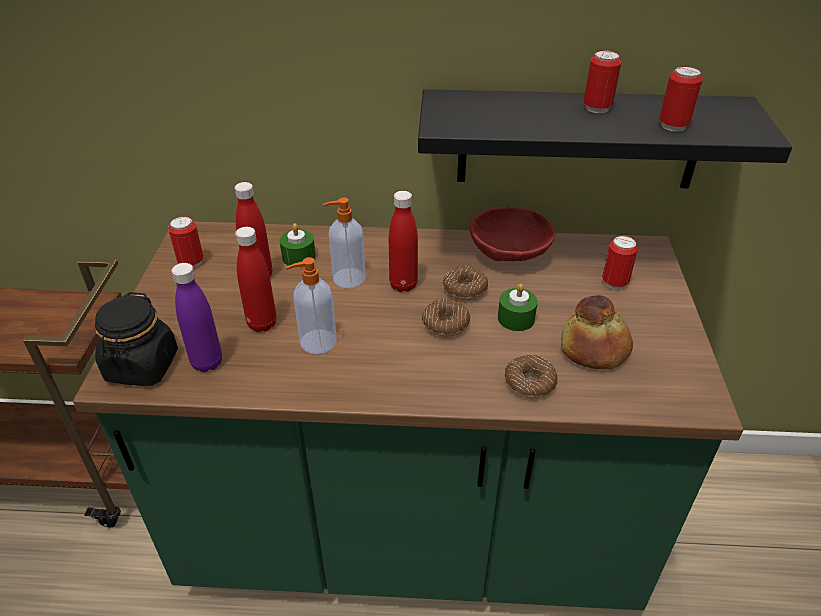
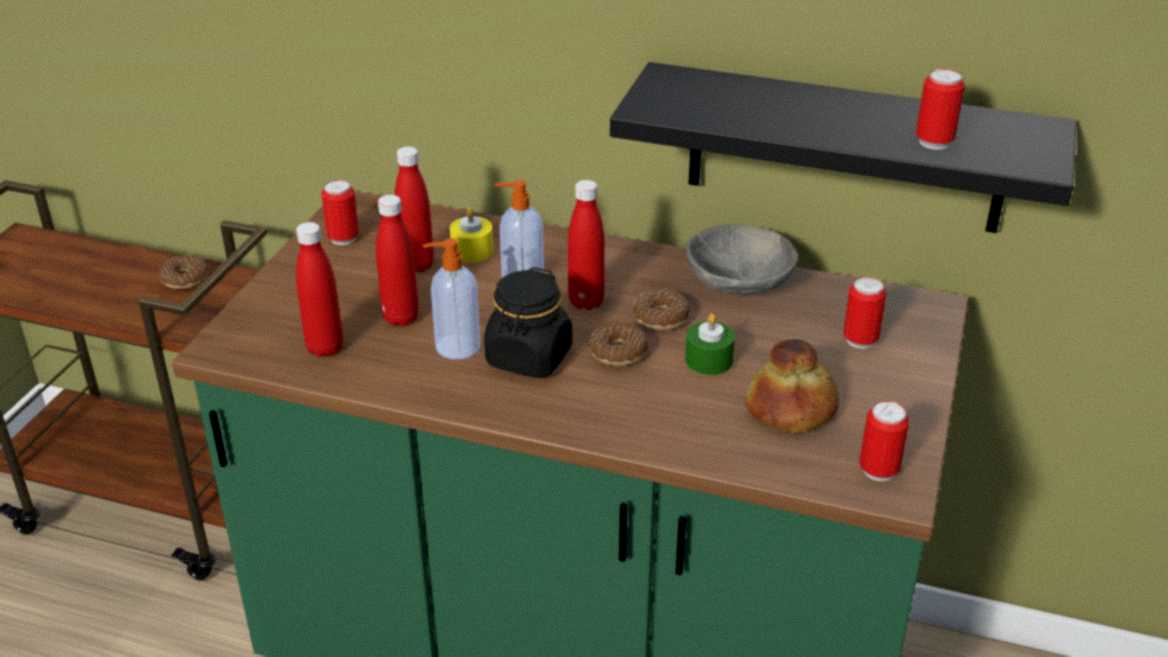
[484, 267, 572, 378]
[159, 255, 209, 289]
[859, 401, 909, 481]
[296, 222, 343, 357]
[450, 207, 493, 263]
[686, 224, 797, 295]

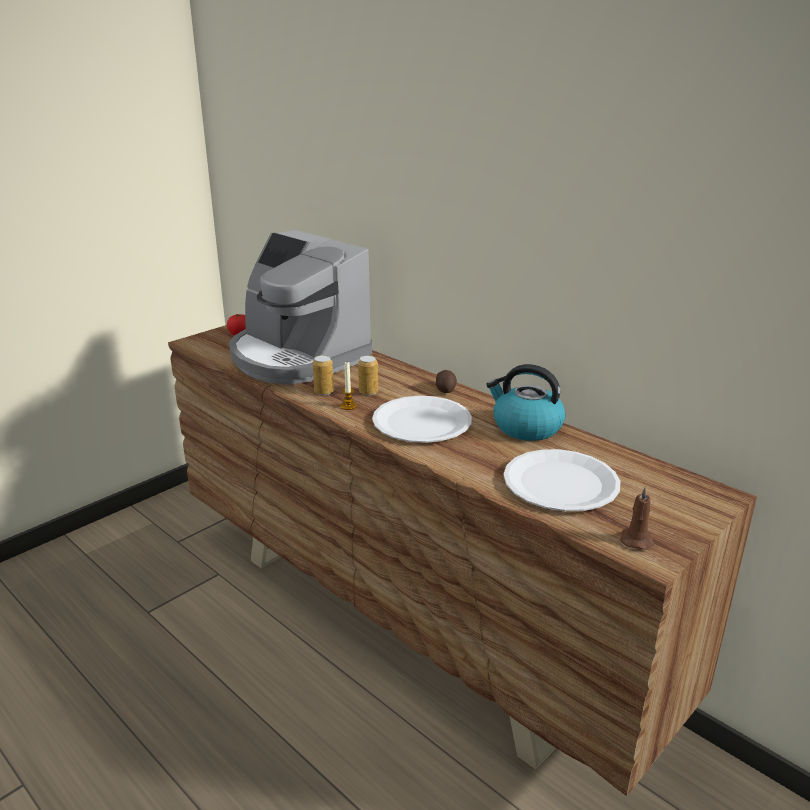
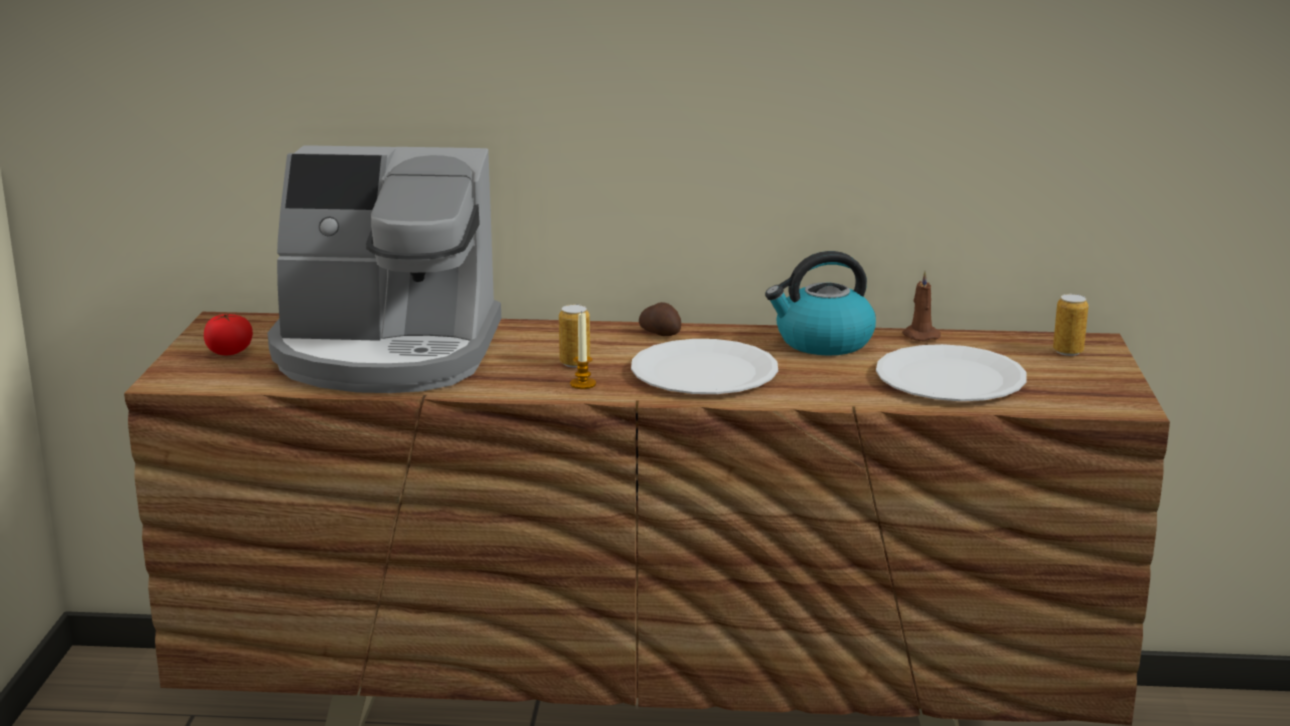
[1053, 294, 1088, 356]
[902, 271, 941, 341]

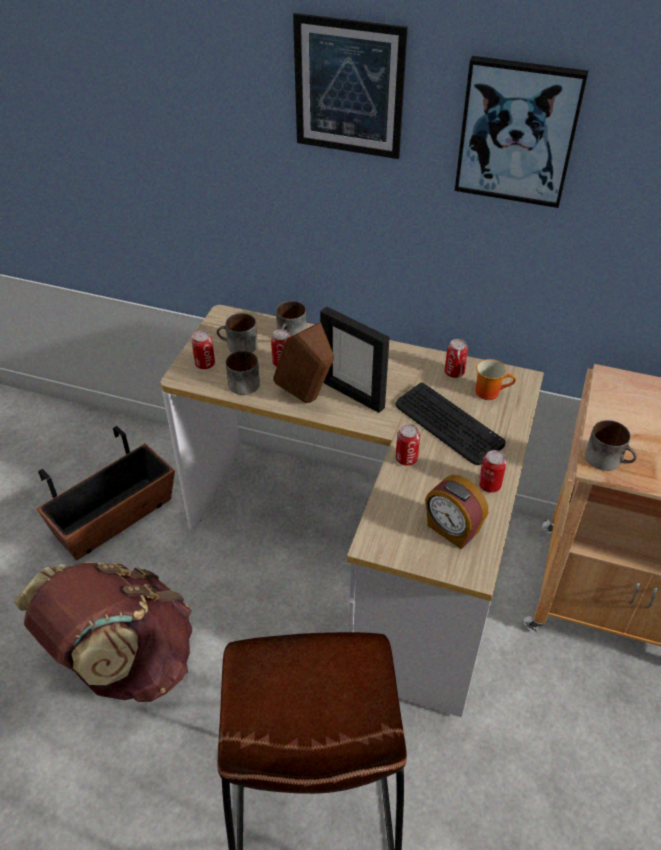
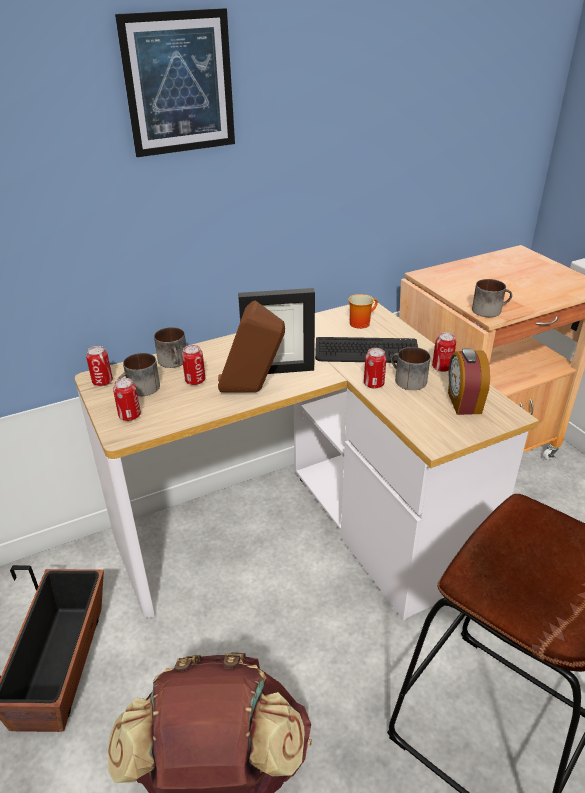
[455, 56, 589, 208] (first image)
[391, 347, 430, 390]
[86, 346, 113, 386]
[448, 348, 490, 415]

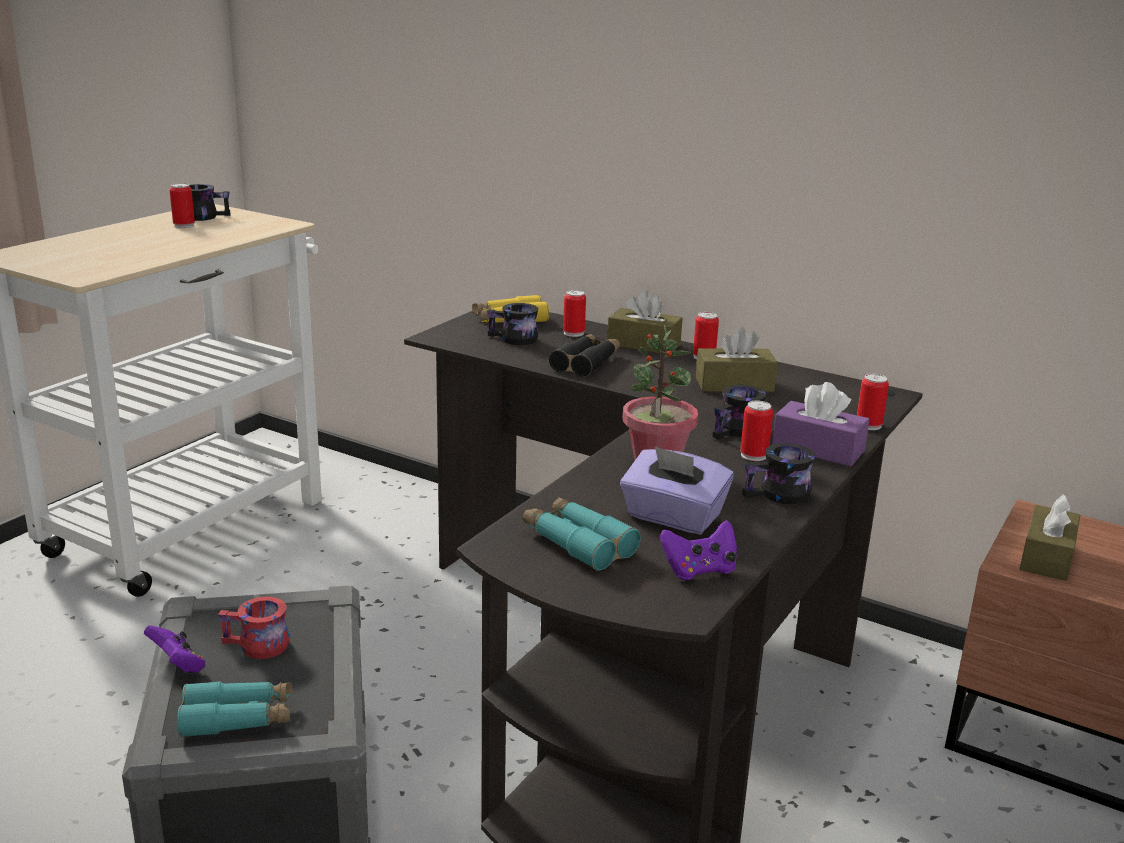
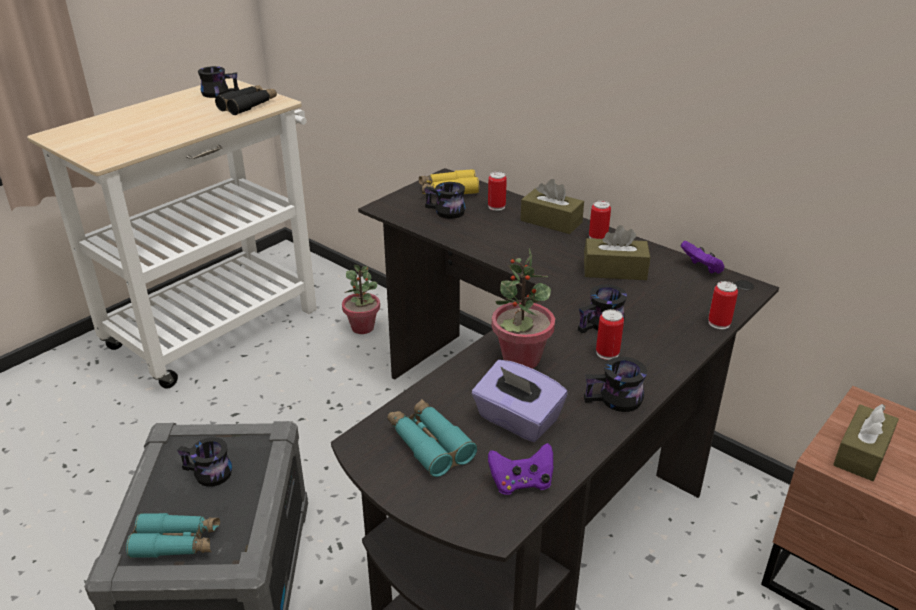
[170, 183, 195, 228] (first image)
[772, 382, 869, 466] (first image)
[342, 265, 380, 334]
[681, 241, 725, 274]
[215, 85, 277, 115]
[177, 437, 232, 487]

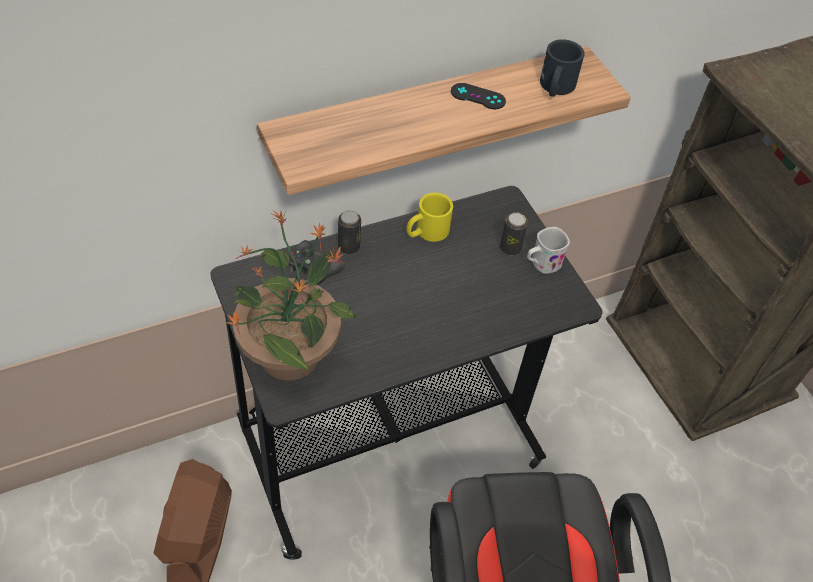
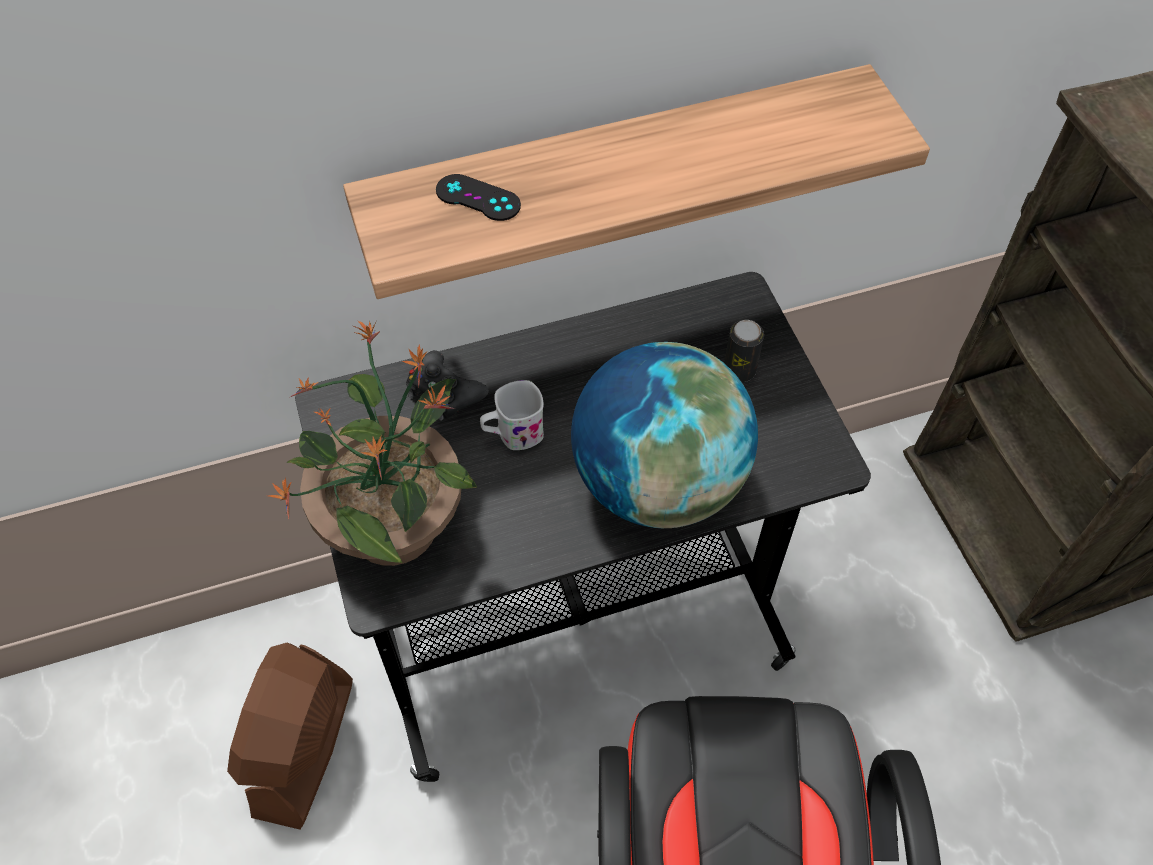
[338, 210, 361, 254] (first image)
[406, 193, 453, 242] (first image)
[540, 39, 584, 97] (first image)
[571, 342, 758, 528]
[436, 174, 521, 221]
[480, 380, 544, 450]

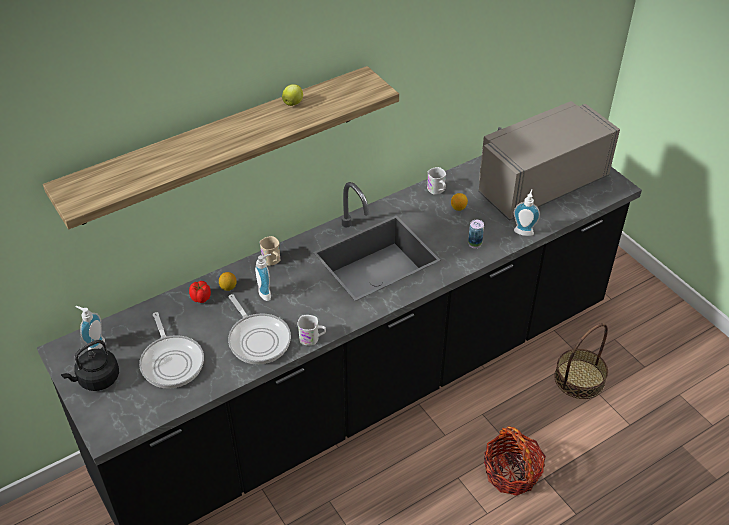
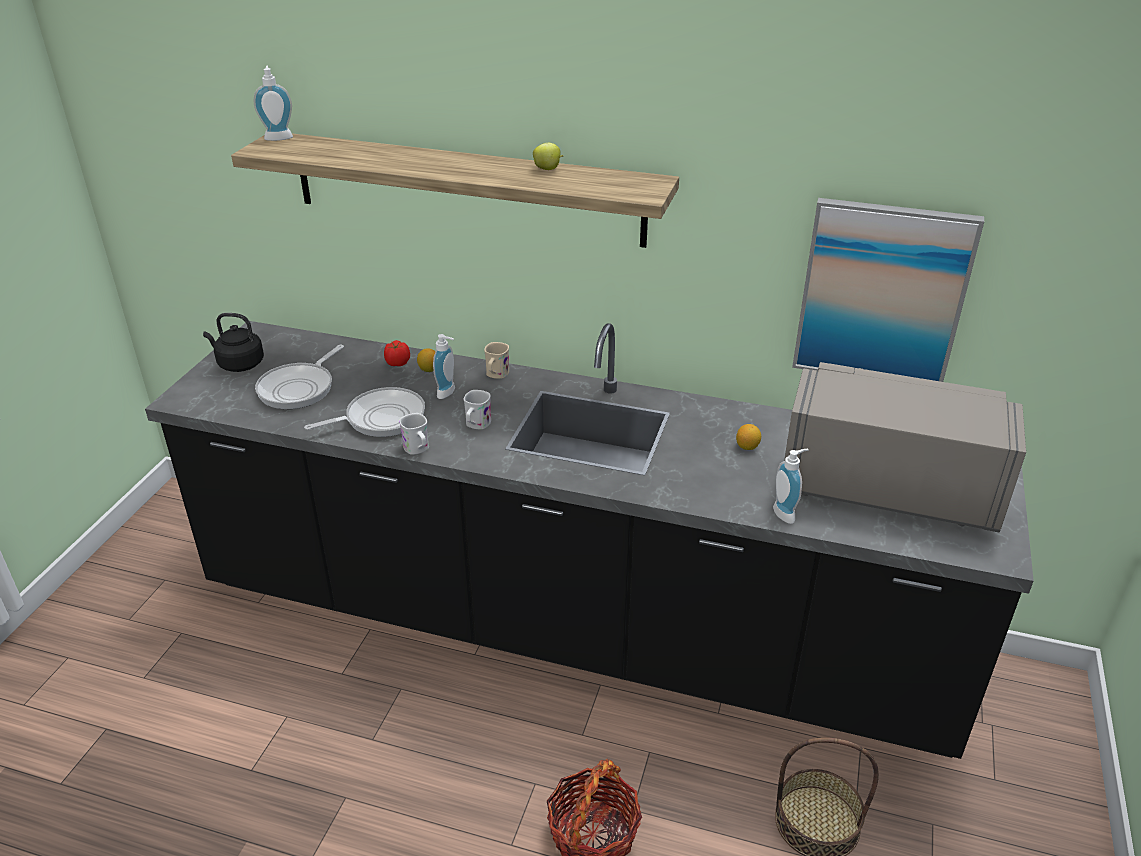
[468, 220, 484, 248] (first image)
[792, 198, 984, 382]
[254, 65, 293, 141]
[464, 390, 491, 429]
[304, 387, 425, 437]

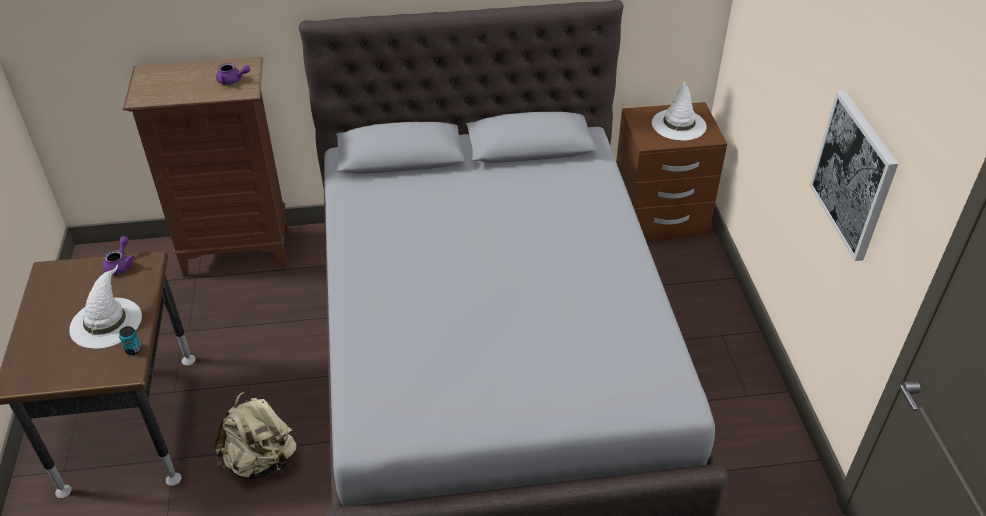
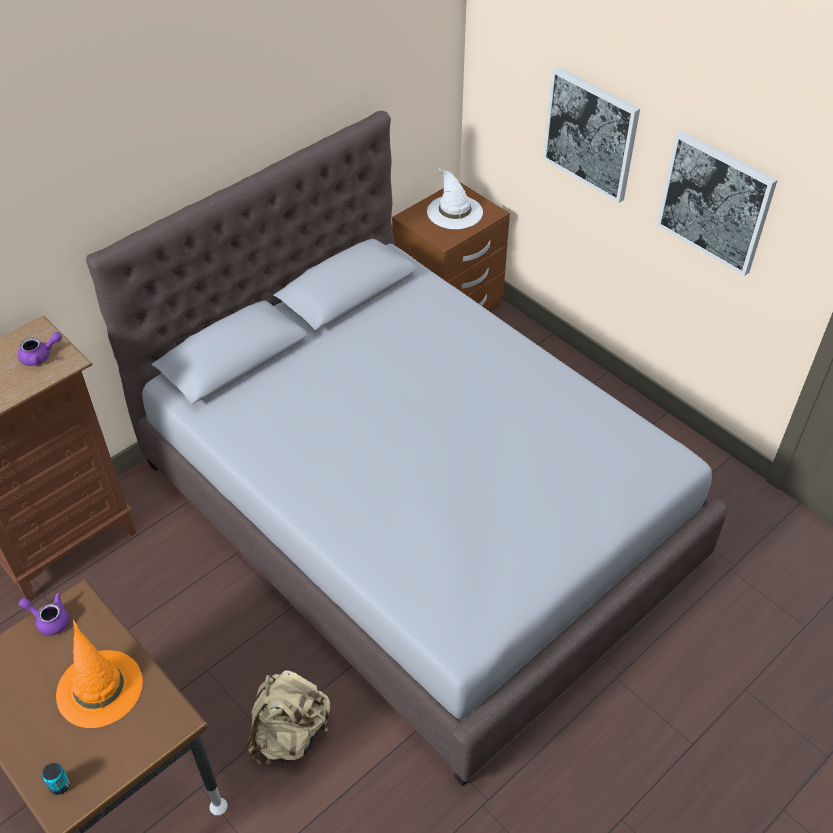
[543, 66, 640, 203]
[42, 763, 70, 795]
[56, 620, 143, 728]
[19, 593, 70, 636]

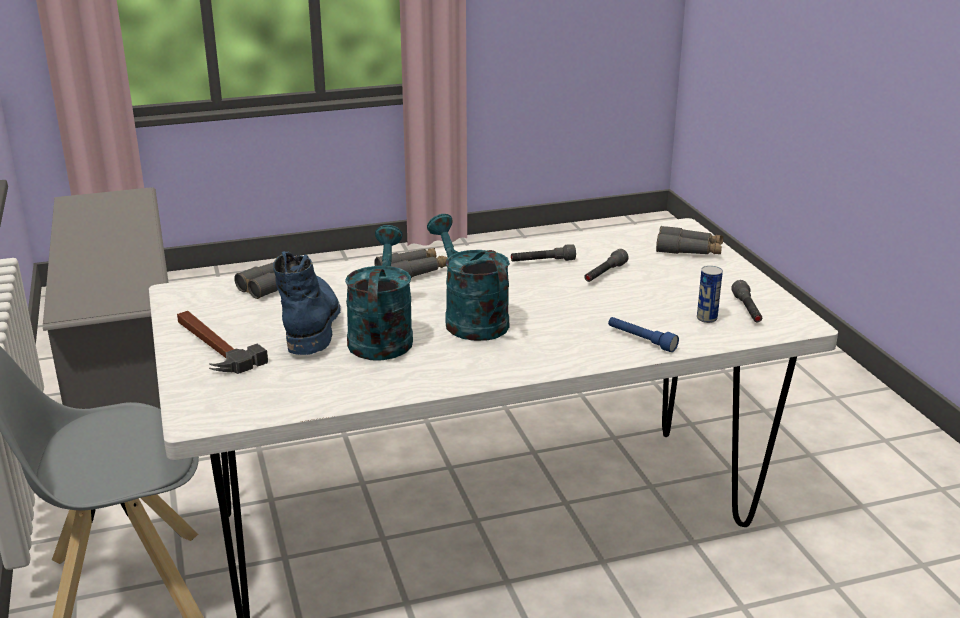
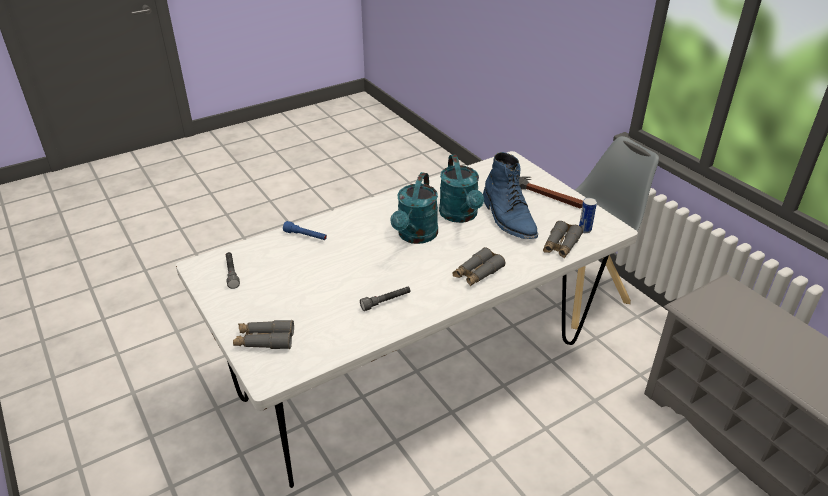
[585, 249, 629, 282] (first image)
[579, 198, 597, 233]
[390, 172, 438, 244]

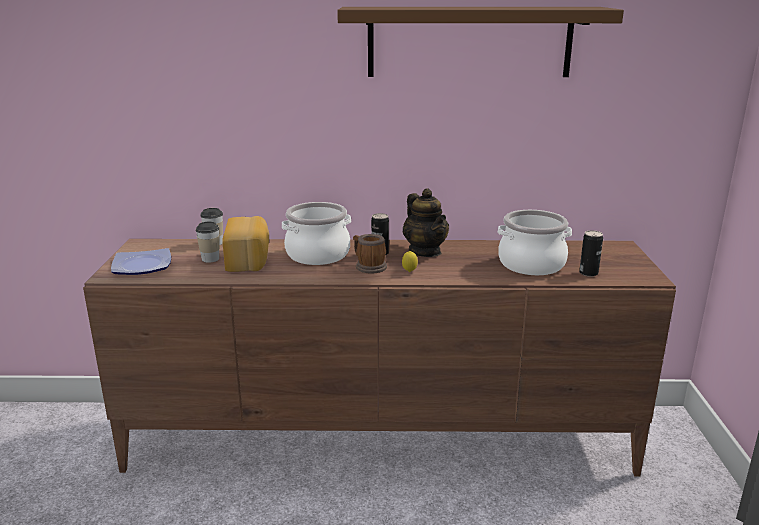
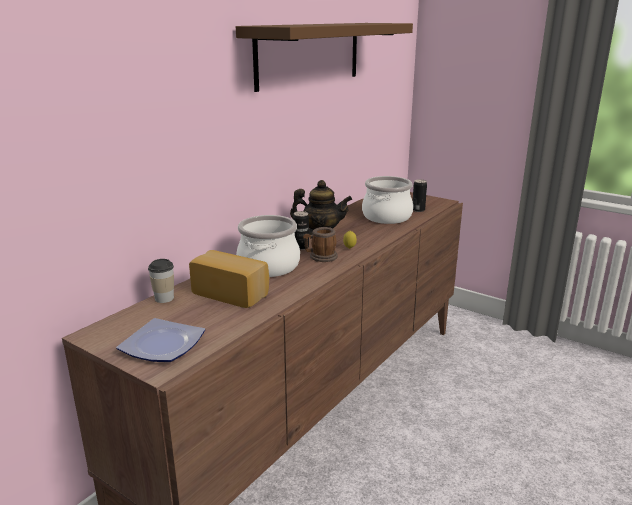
[195, 222, 219, 263] (first image)

